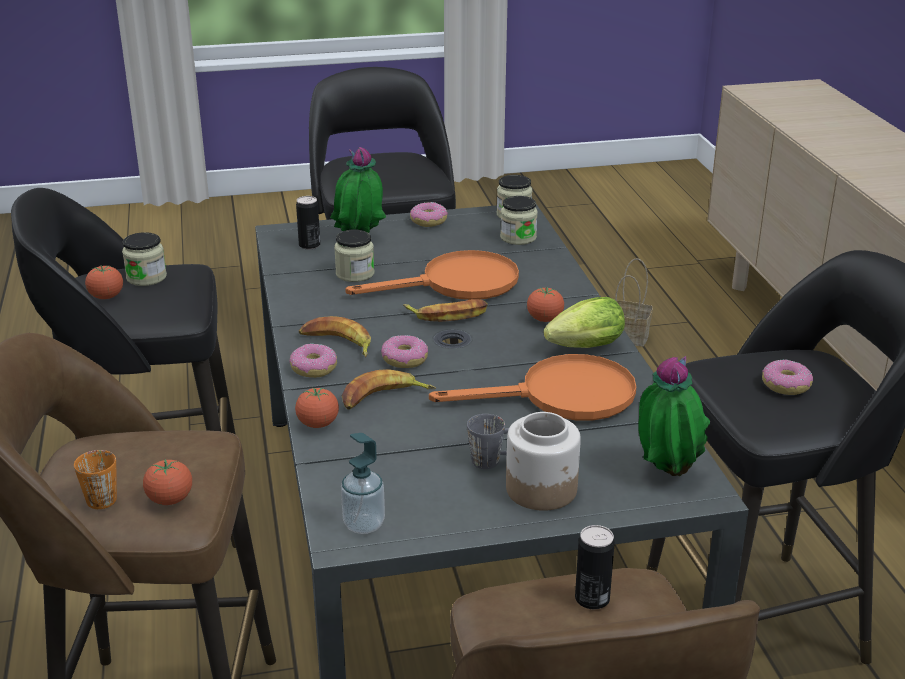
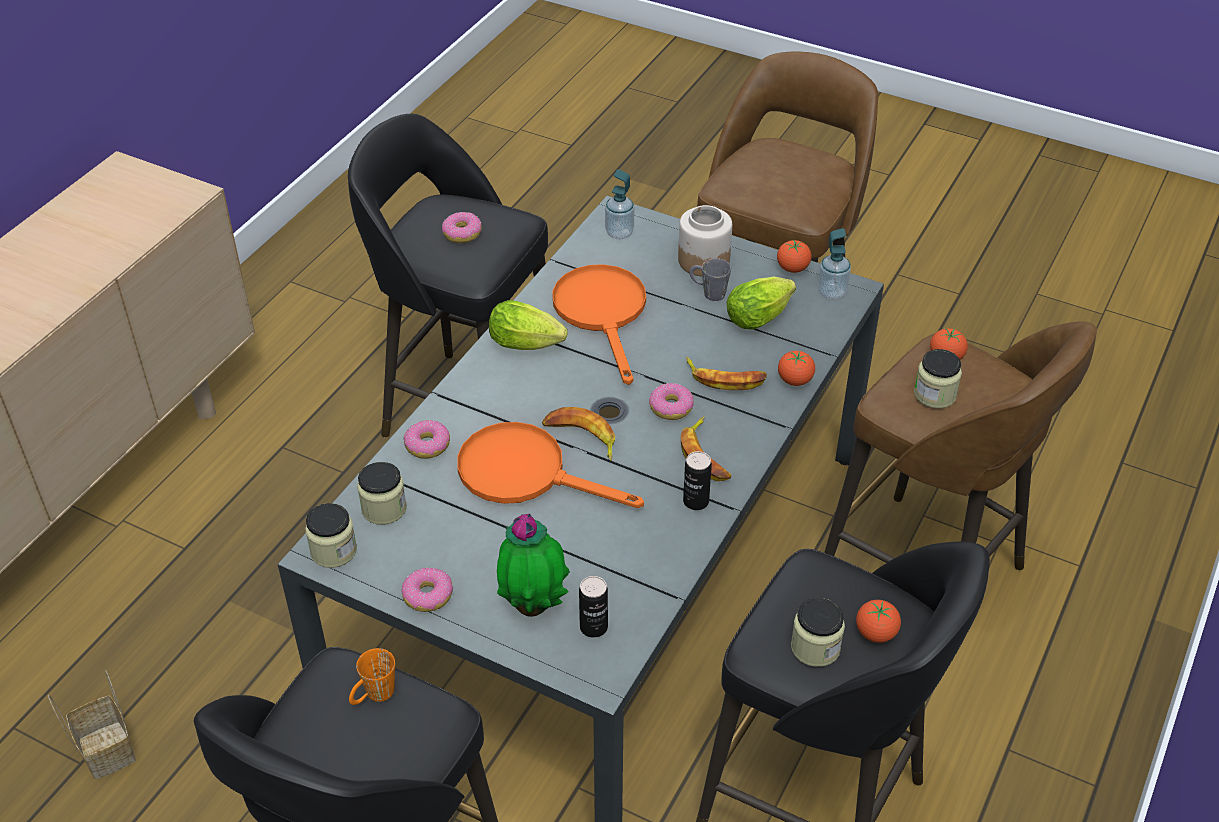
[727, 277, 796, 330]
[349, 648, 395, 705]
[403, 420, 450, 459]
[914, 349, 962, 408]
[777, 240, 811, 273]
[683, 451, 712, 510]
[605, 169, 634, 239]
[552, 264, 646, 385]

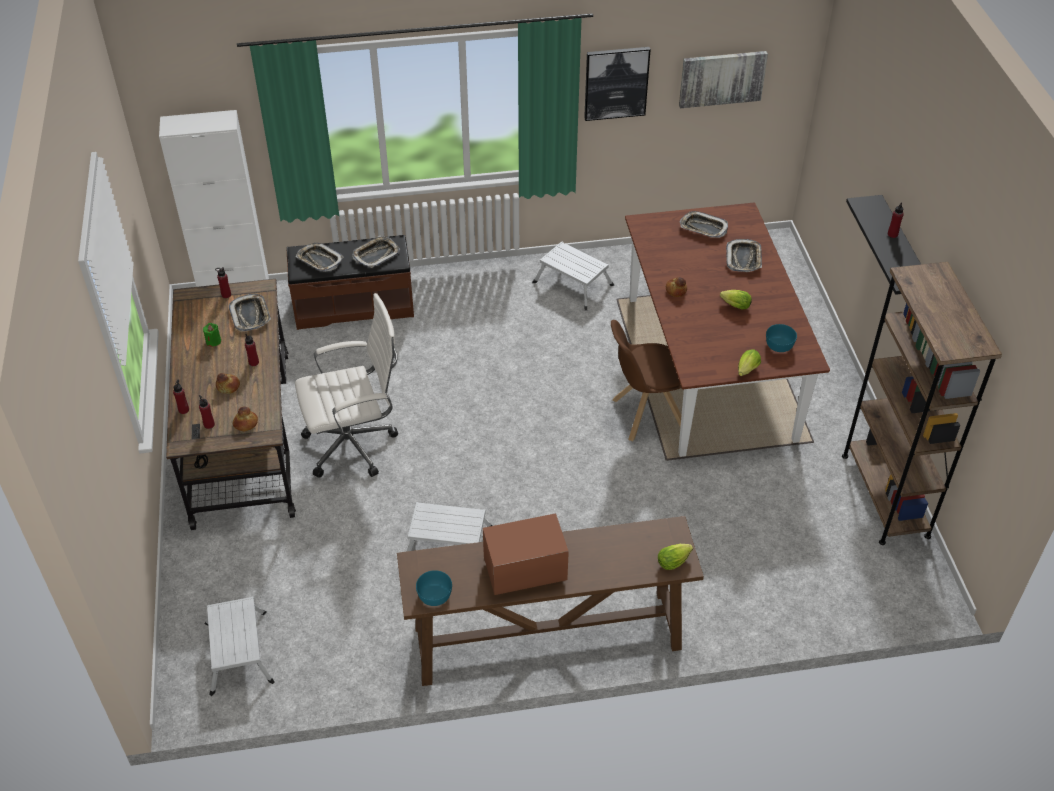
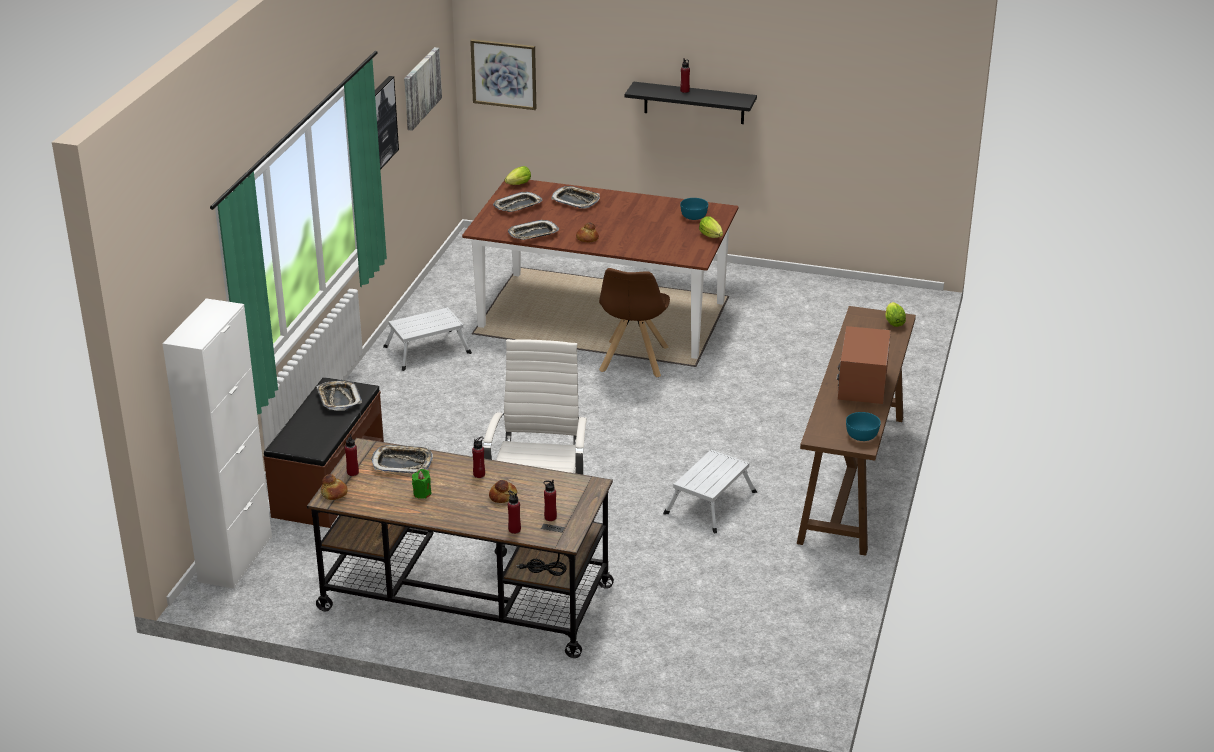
[204, 597, 275, 696] (first image)
[842, 262, 1002, 545] (first image)
[470, 39, 536, 110]
[321, 474, 348, 500]
[508, 220, 559, 240]
[505, 166, 531, 185]

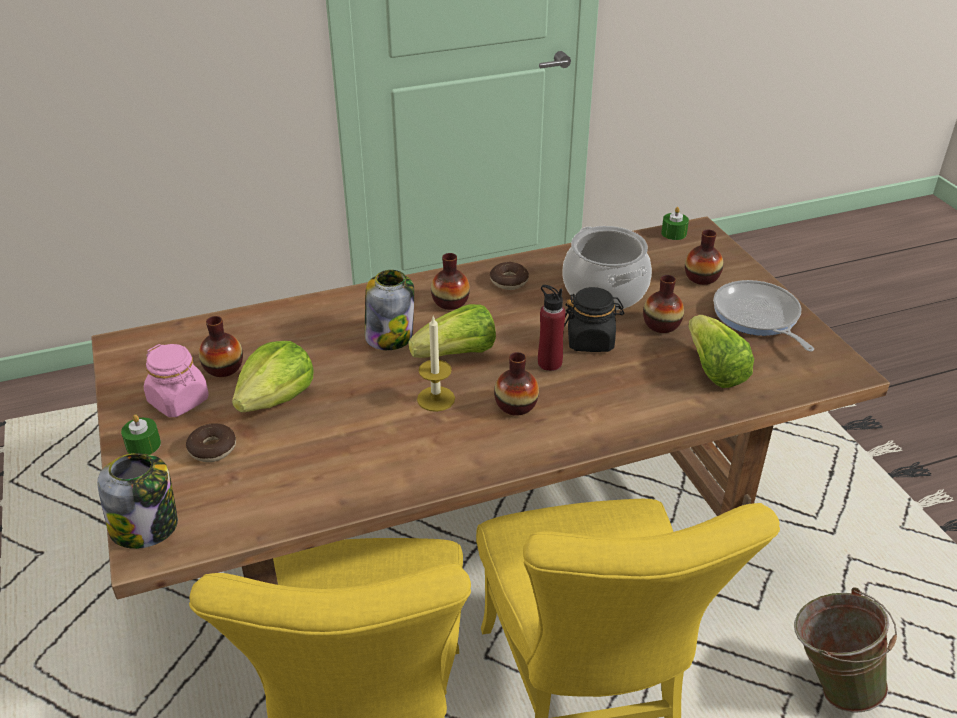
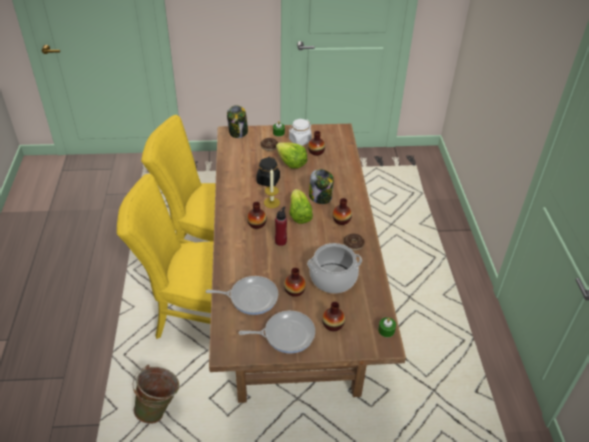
[256, 157, 280, 187]
[206, 276, 278, 315]
[289, 119, 312, 146]

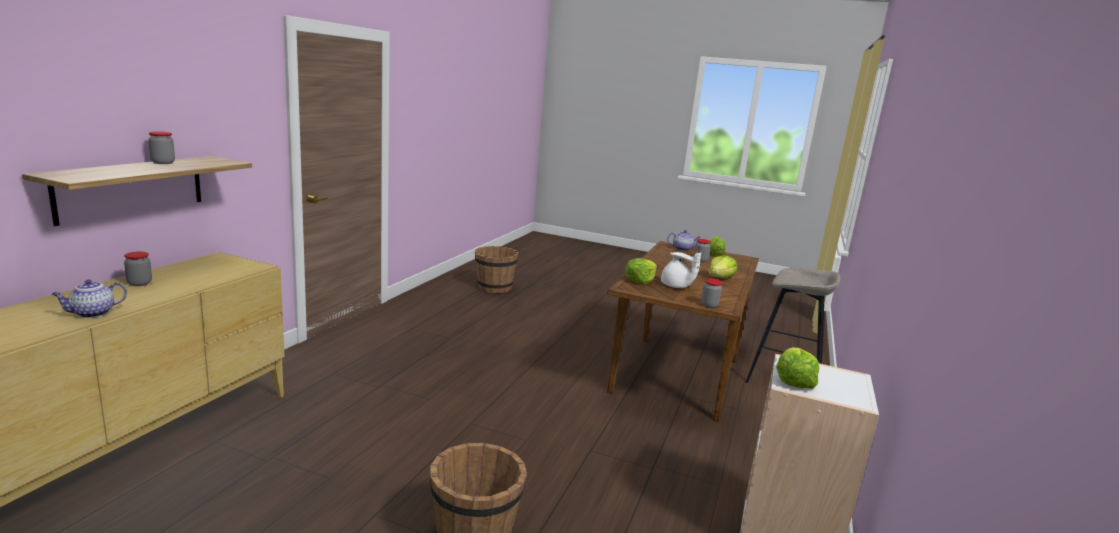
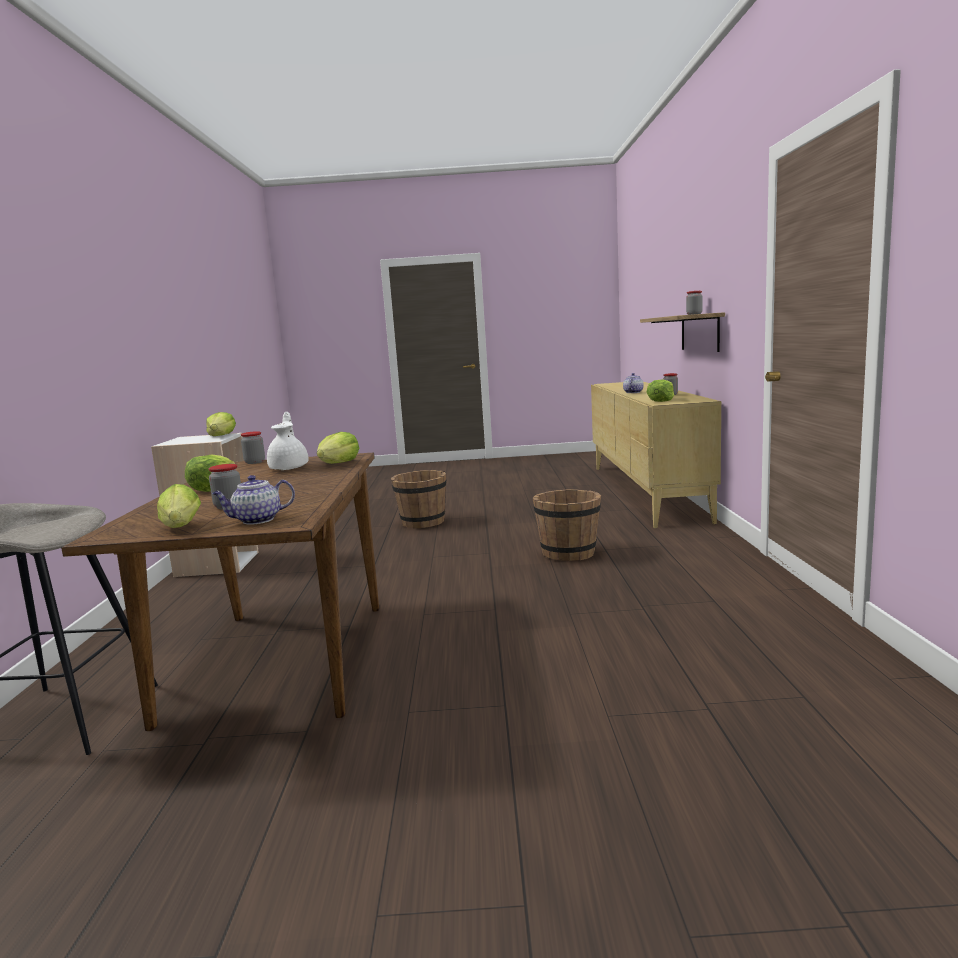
[646, 379, 674, 402]
[533, 489, 601, 561]
[267, 412, 309, 470]

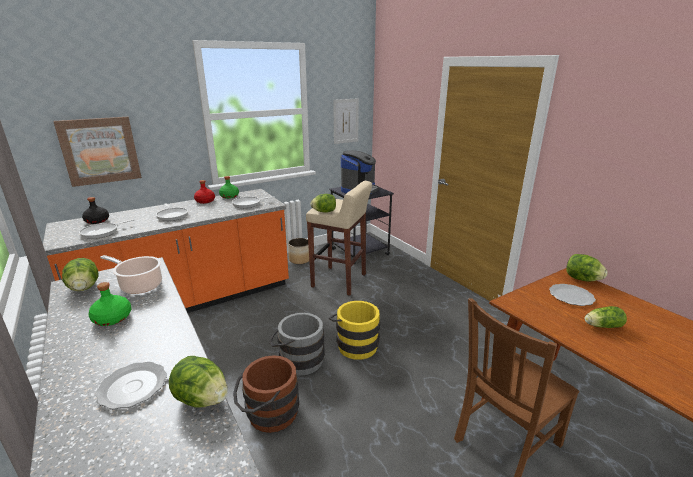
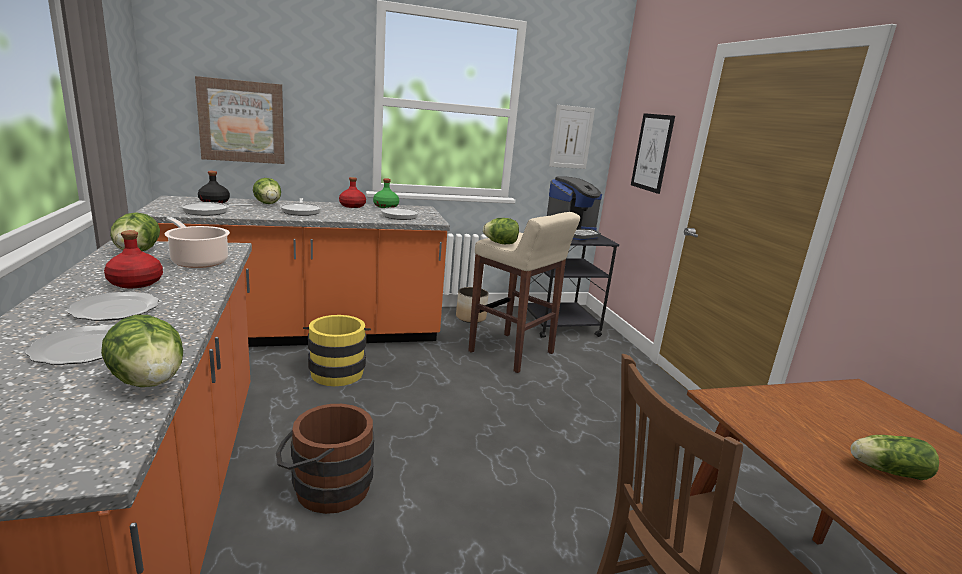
[269, 313, 325, 376] (first image)
[631, 113, 675, 194]
[303, 315, 371, 386]
[67, 292, 159, 321]
[253, 178, 281, 204]
[104, 230, 163, 288]

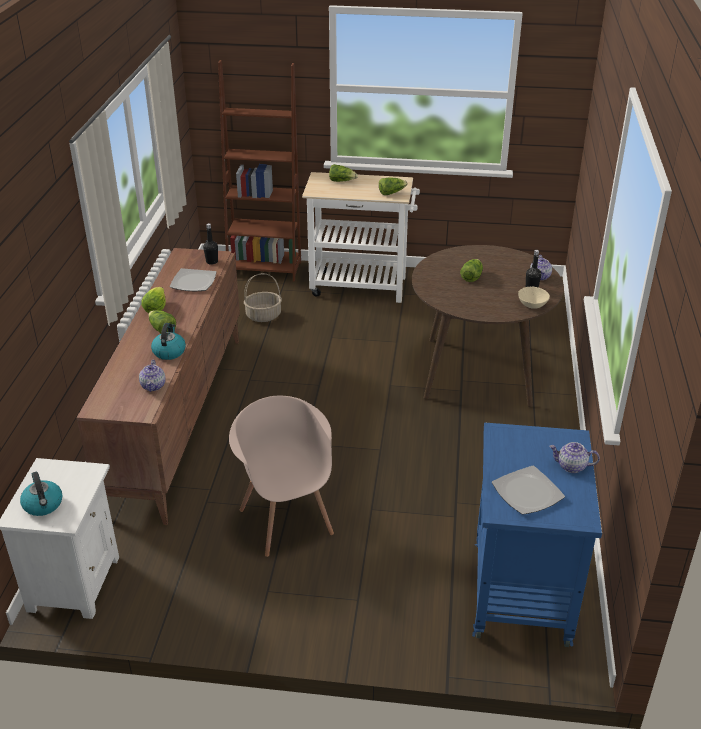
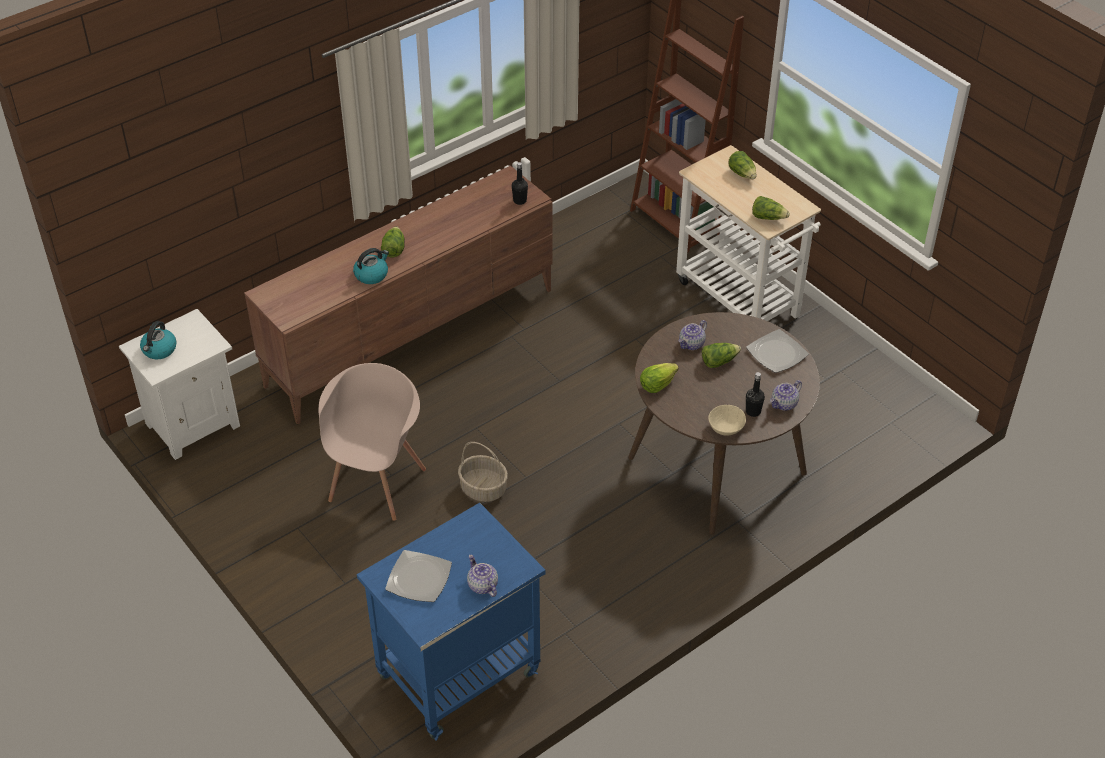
[678, 320, 707, 350]
[640, 363, 679, 393]
[746, 329, 809, 373]
[458, 442, 508, 502]

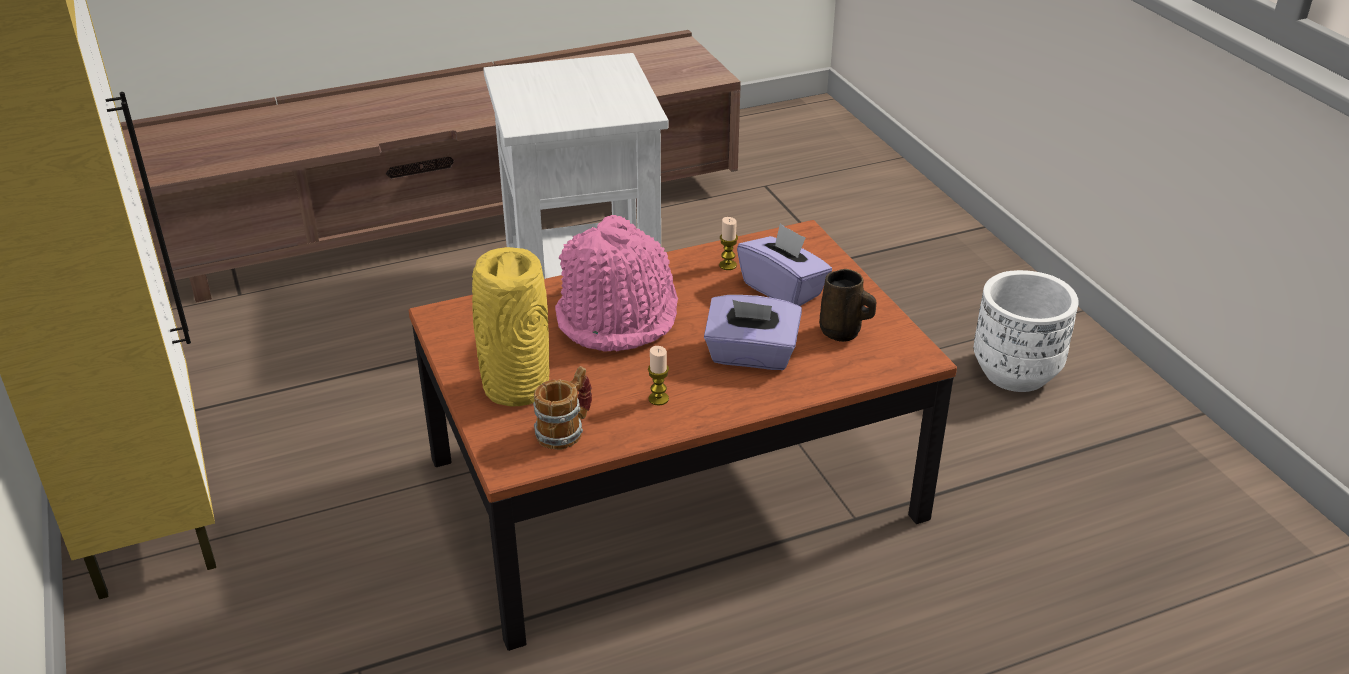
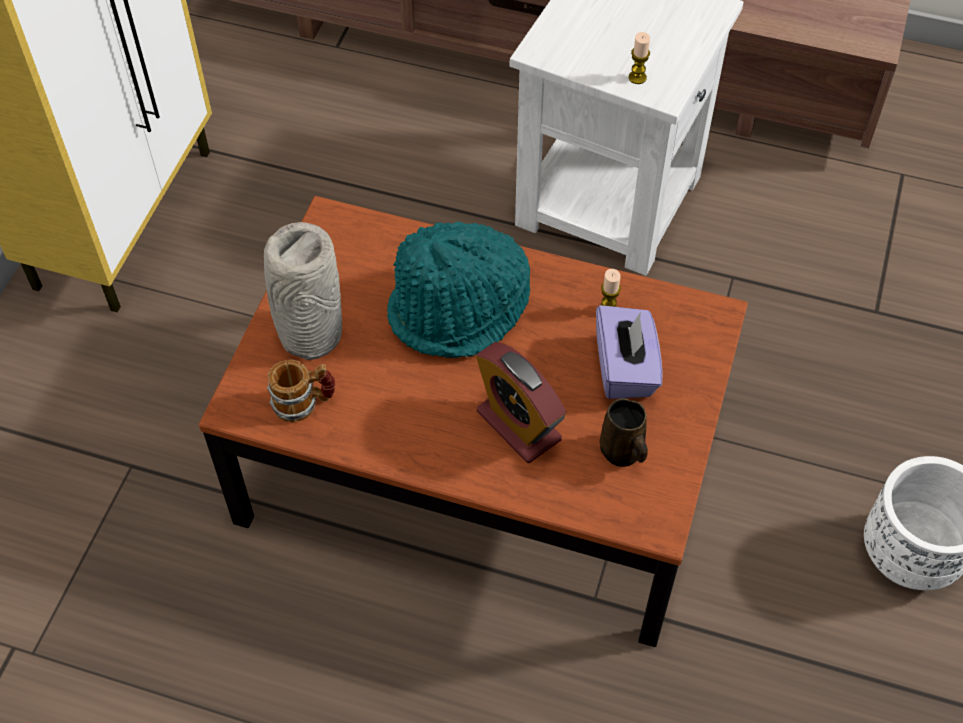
[629, 32, 650, 84]
[476, 342, 566, 463]
[264, 222, 342, 360]
[387, 221, 530, 358]

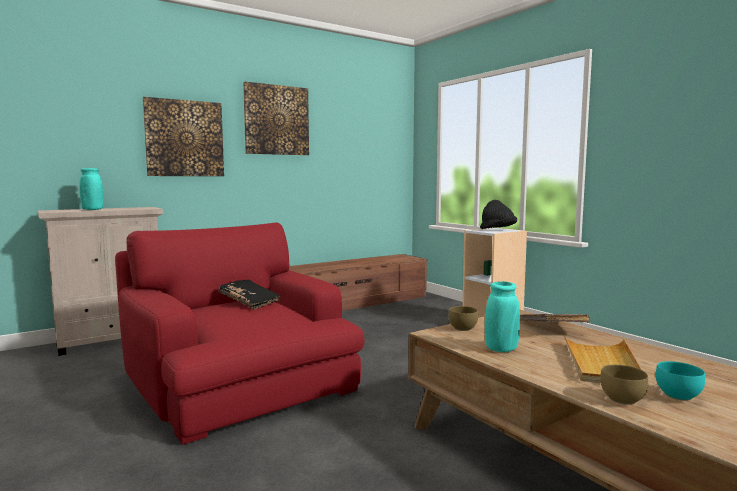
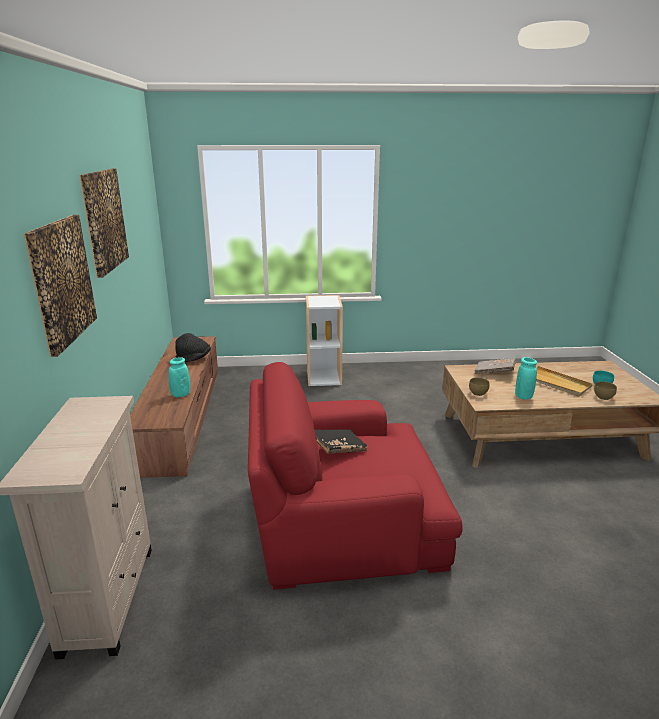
[169, 357, 190, 397]
[175, 333, 211, 362]

